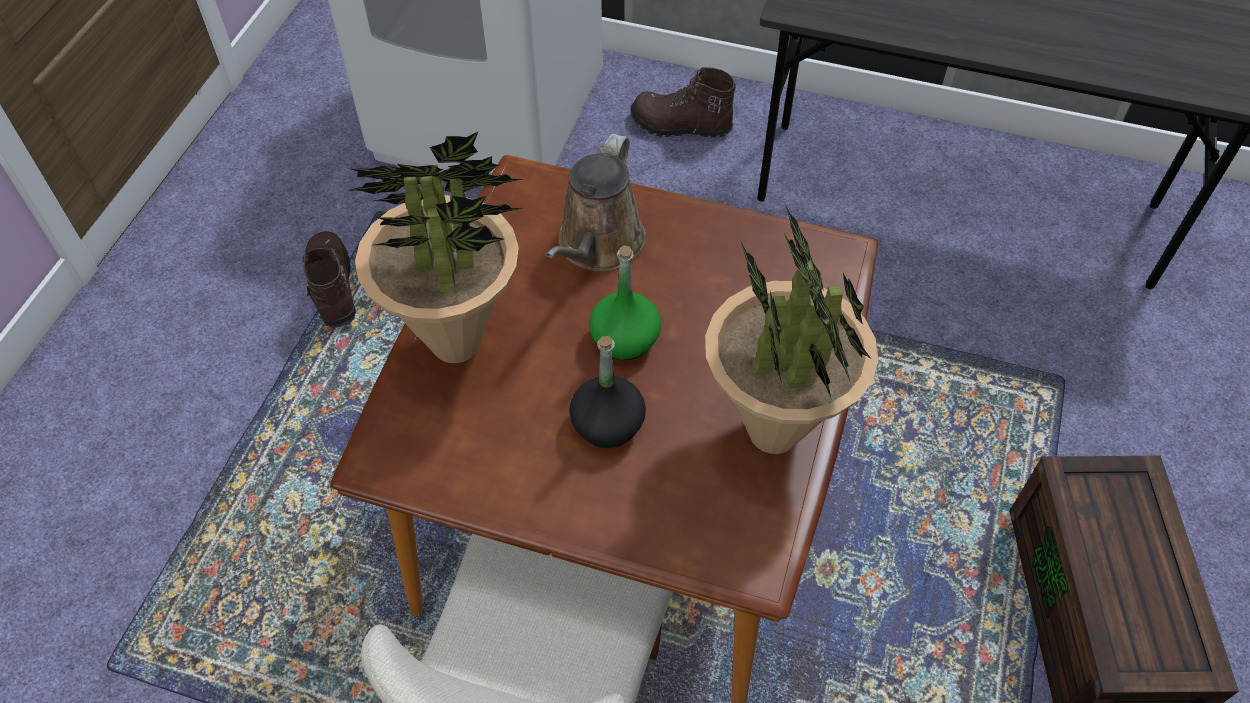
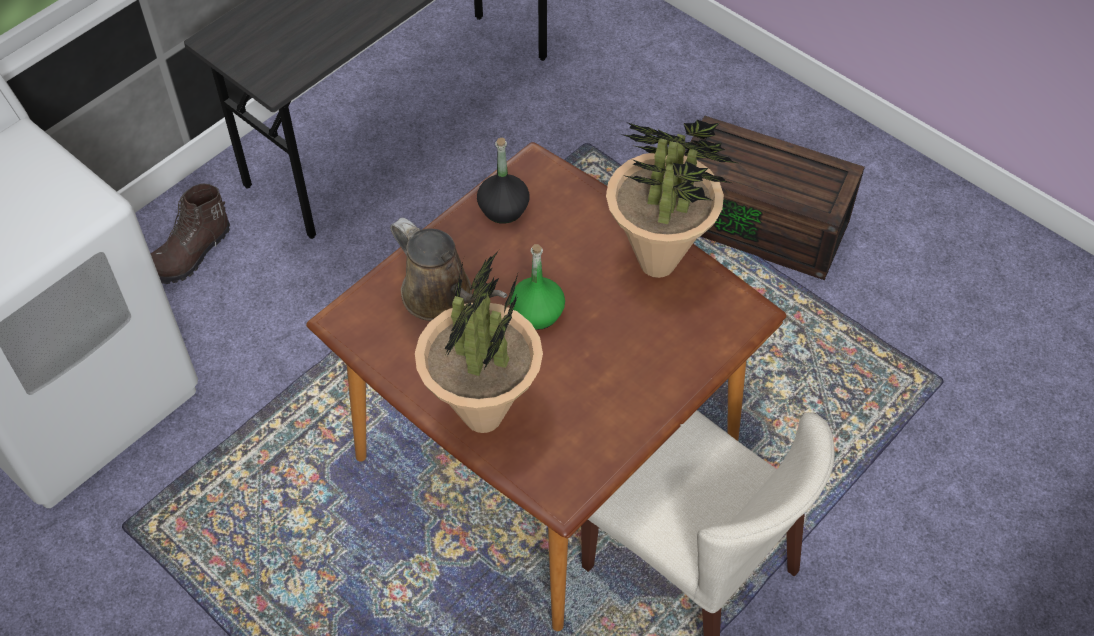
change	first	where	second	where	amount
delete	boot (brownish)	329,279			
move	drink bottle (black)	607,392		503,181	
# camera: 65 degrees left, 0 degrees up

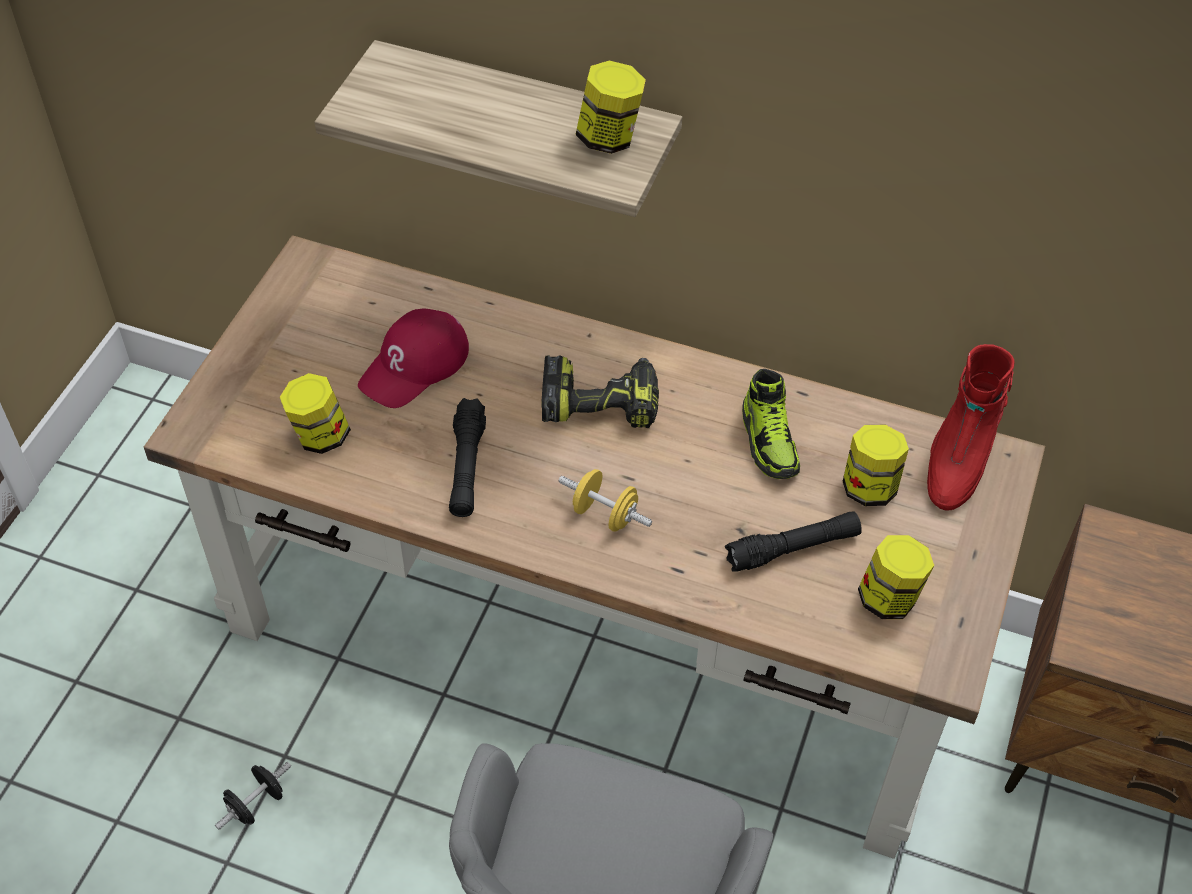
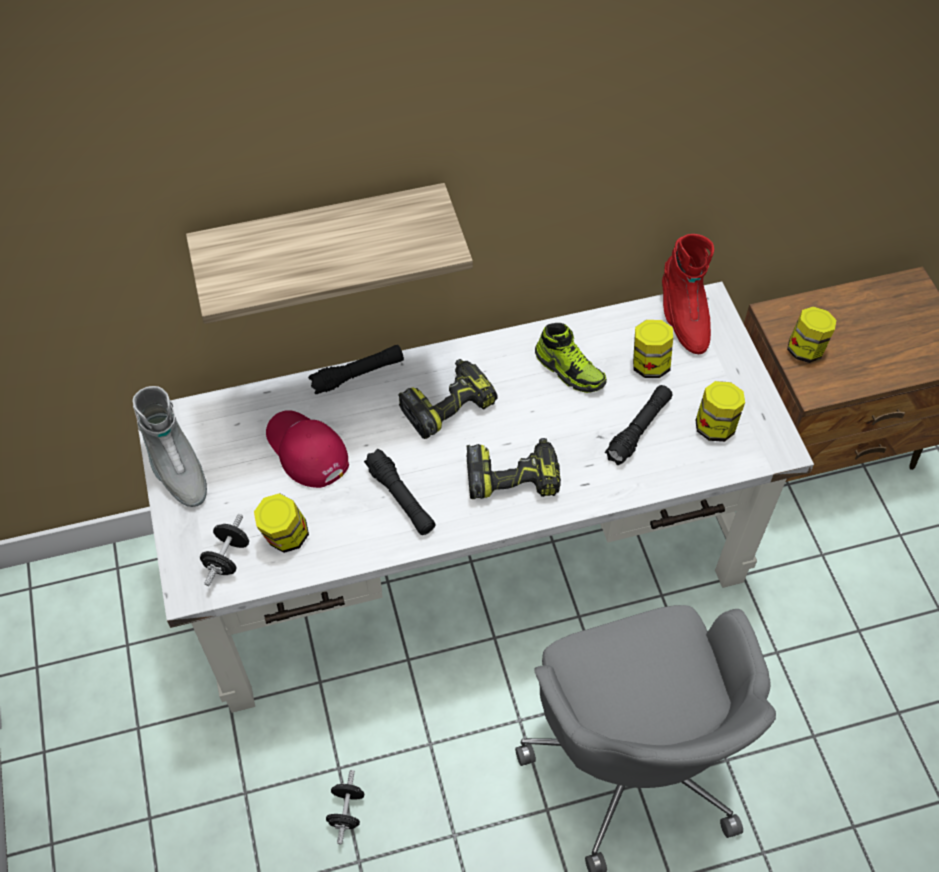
change	first	where	second	where	amount
insert			boot (grey)	170,446	
insert			dumbbell (black)	224,550	
insert			hand torch (black)	356,369	
move	preserve jar	610,107		811,334	
replace	dumbbell (yellow-coloured)	605,500	drill	514,468	
recolor	desk unit (brownish)	594,547	desk unit (white-coloured)	475,497	
rotate	peaked cap (red)	413,358		307,449	135 degrees clockwise
# camera: 35 degrees left, 5 degrees up

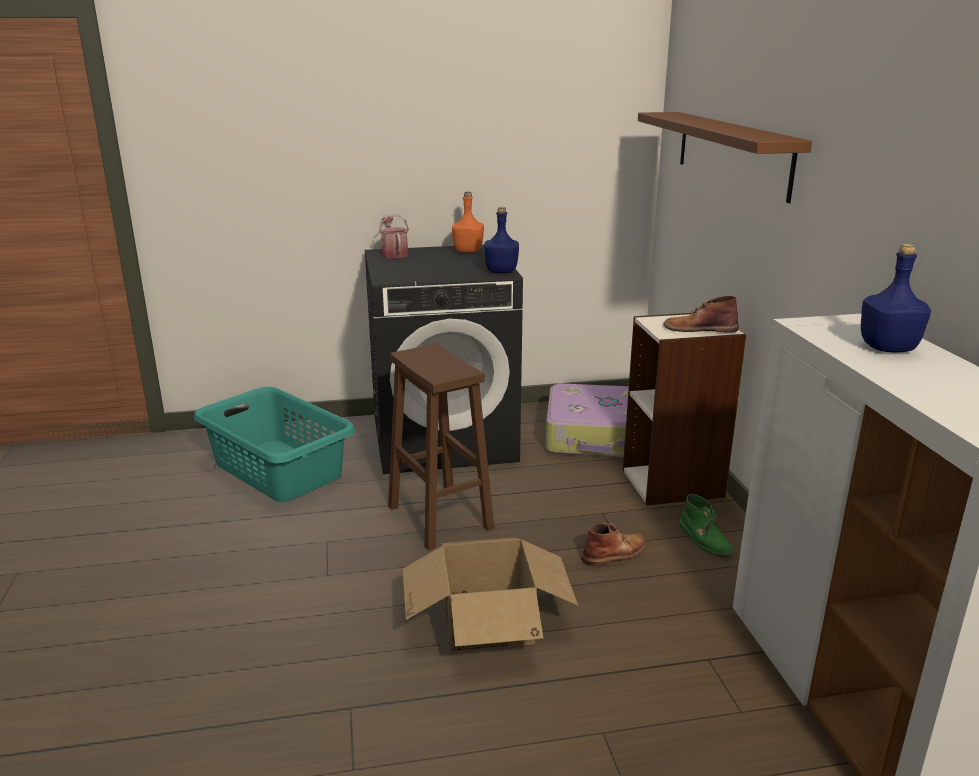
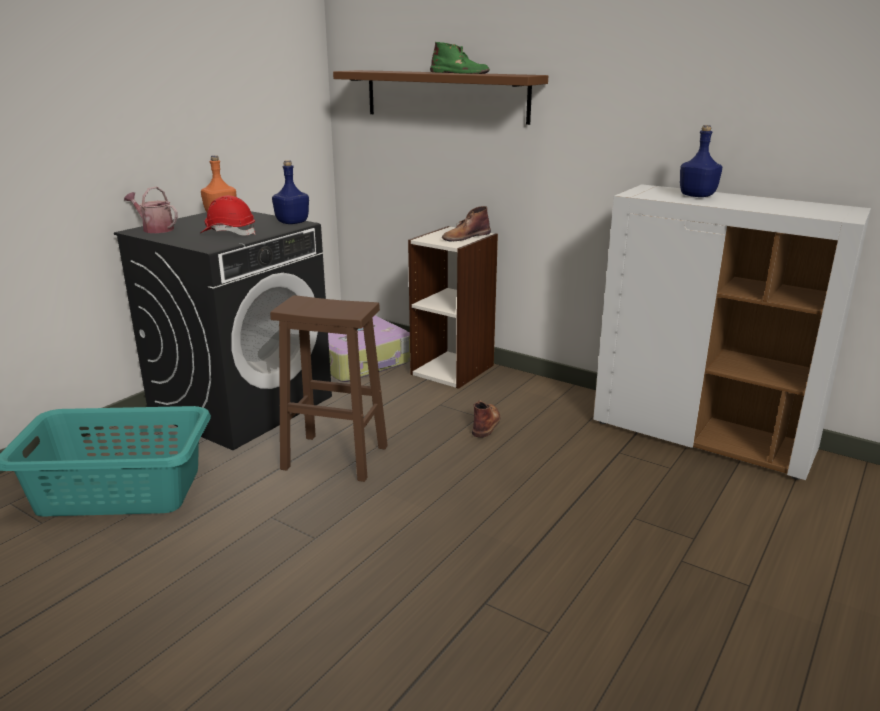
change	first	where	second	where	amount
delete	cardboard box	491,595			
insert			hard hat (red)	228,215	
move	boot (greenish)	707,525		460,58	
# camera: 45 degrees left, 0 degrees up

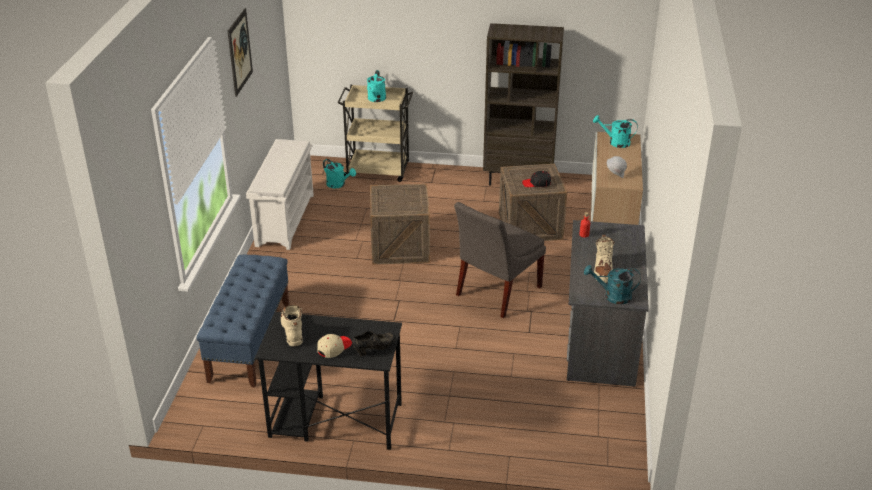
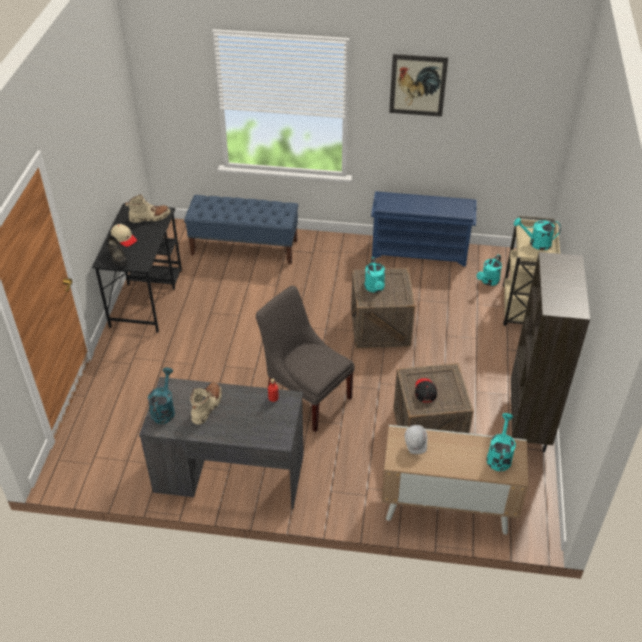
change	first	where	second	where	amount
insert			watering can (blue-green)	375,275	
recolor	shoe stand (white-coloured)	280,194	shoe stand (blue-coloured)	424,229	
rotate	boot (beige-coloured)	604,259		206,403	105 degrees clockwise
# camera: 90 degrees right, 10 degrees up

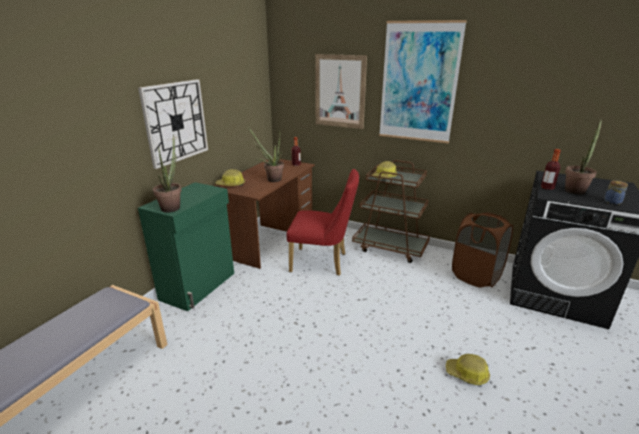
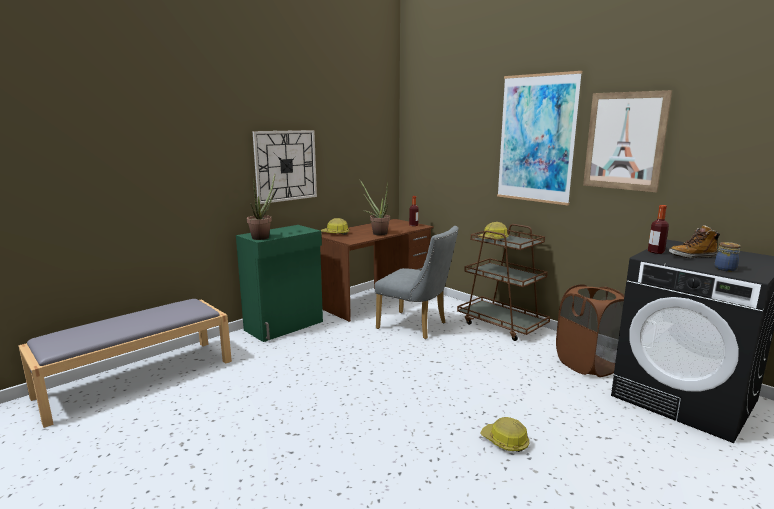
change	first	where	second	where	amount
move	wall picture	341,91		627,141	
replace	houseplant	583,156	boot	694,241	
recolor	upright chair (red)	322,222	upright chair (grey)	416,282	
# camera: 20 degrees right, 10 degrees down

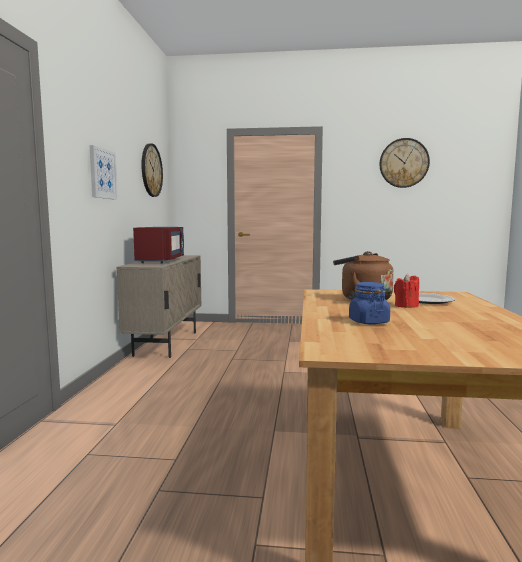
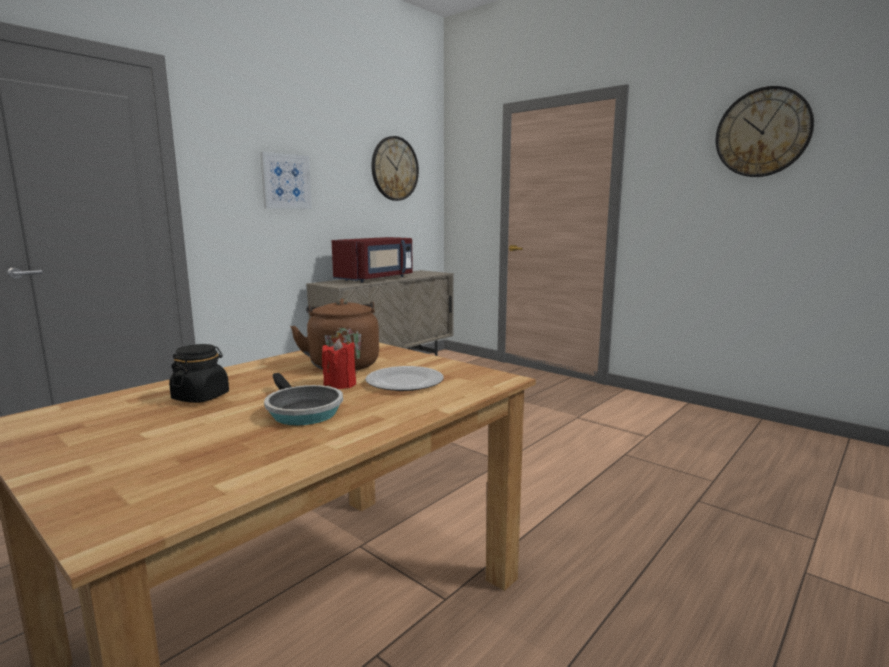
change	first	where	second	where	amount
insert			pan	303,399	
recolor	preserve jar (blue-coloured)	369,303	preserve jar (black)	199,373	
# camera: 35 degrees right, 5 degrees up

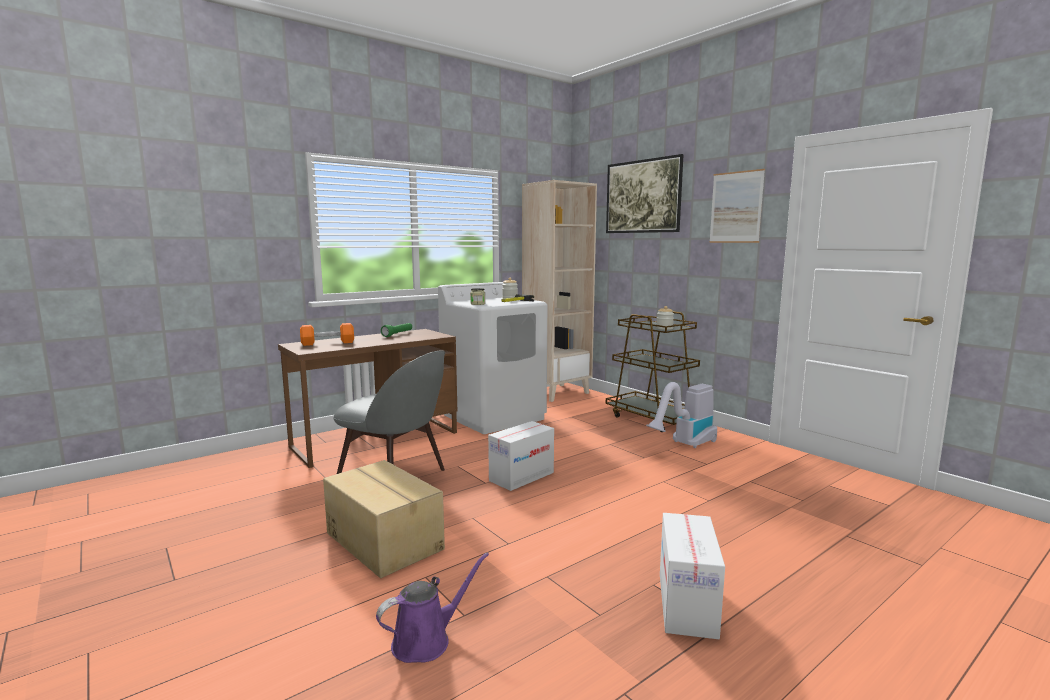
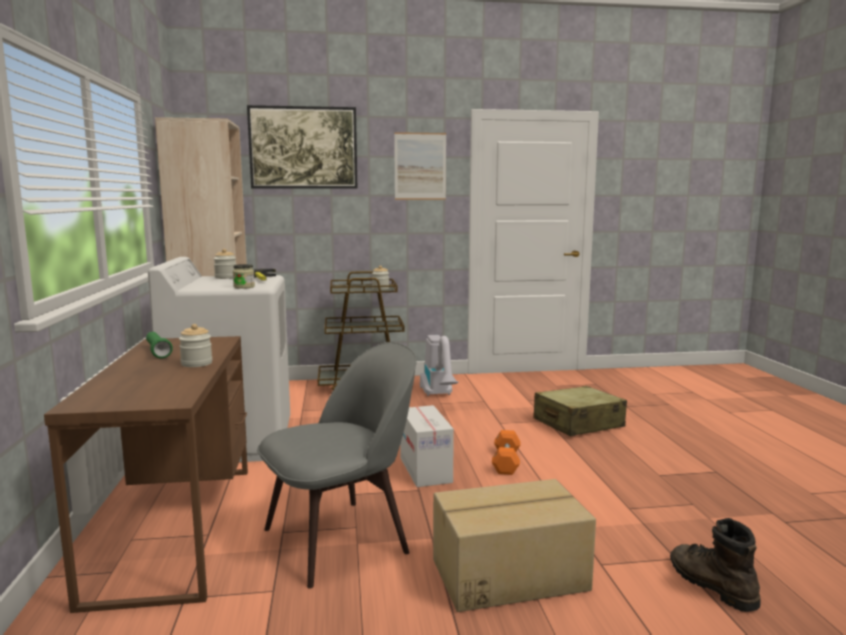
change	first	where	second	where	amount
delete	cardboard box	692,576			
insert			preserve jar	195,345	
insert			travel case (beige-coloured)	580,411	
move	dumbbell (orangey)	327,334		506,452	
replace	watering can (purple)	432,608	boot (brownish)	715,565	
# camera: 60 degrees left, 0 degrees up

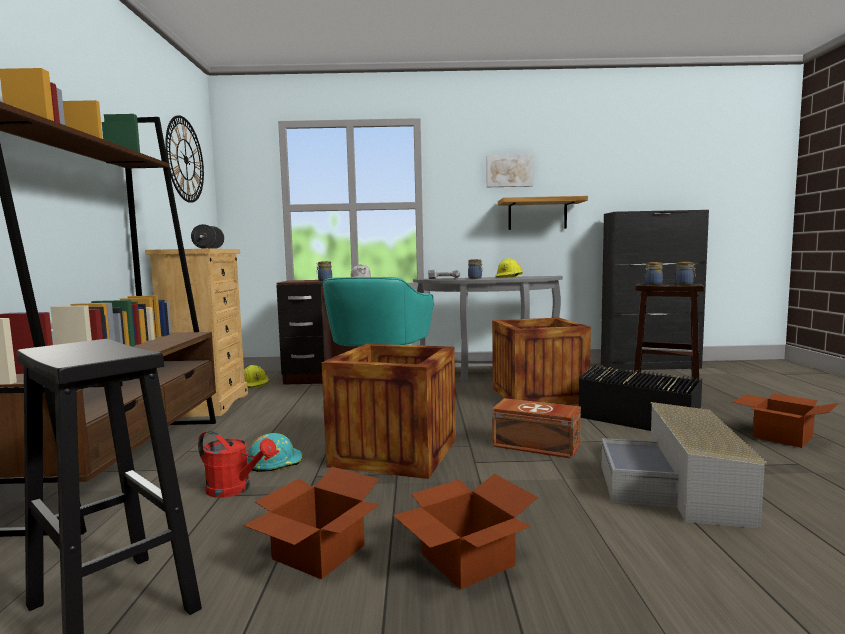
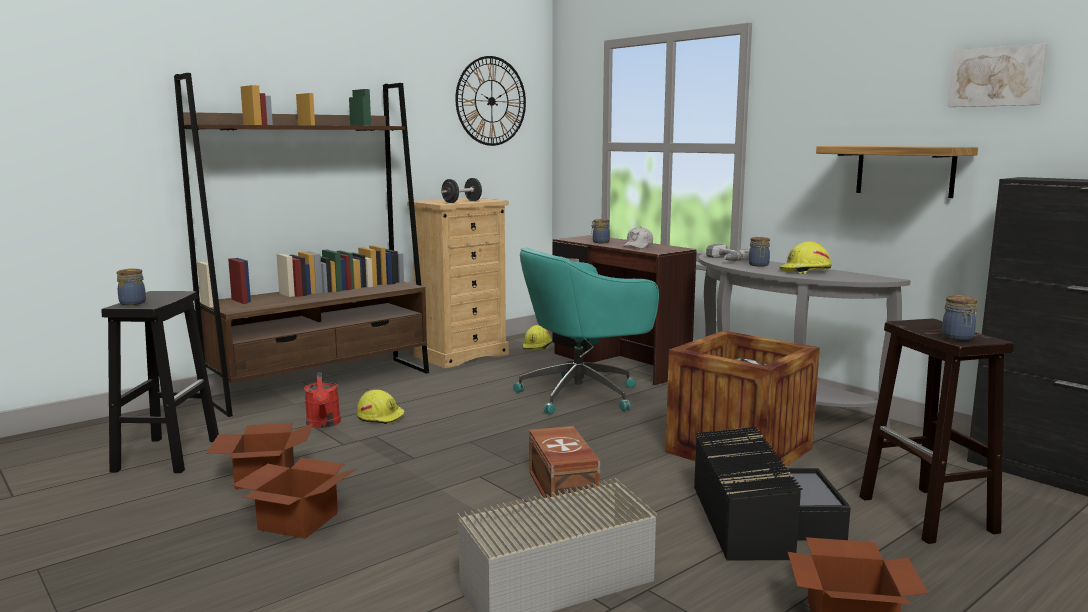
change	first	where	second	where	amount
delete	crate	389,411			
move	wall picture	509,170		998,75	
move	preserve jar	654,273		131,286	
recolor	hard hat (blue-green)	275,452	hard hat (yellow-coloured)	381,407	
# camera: 50 degrees right, 5 degrees up

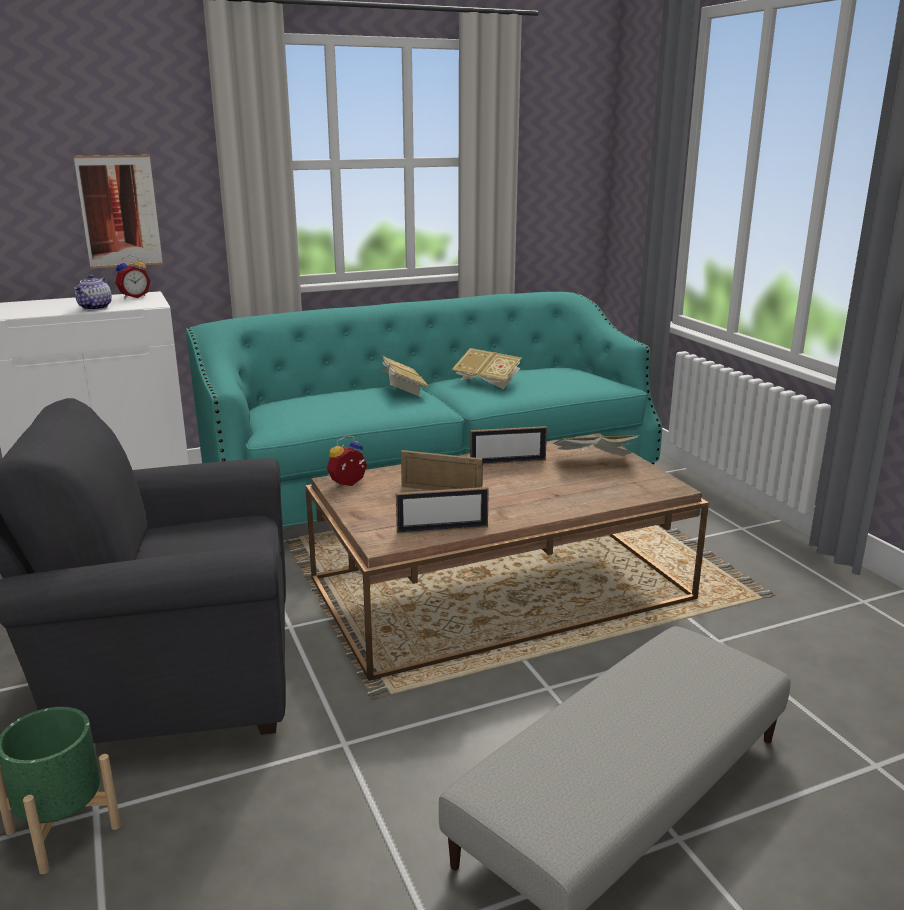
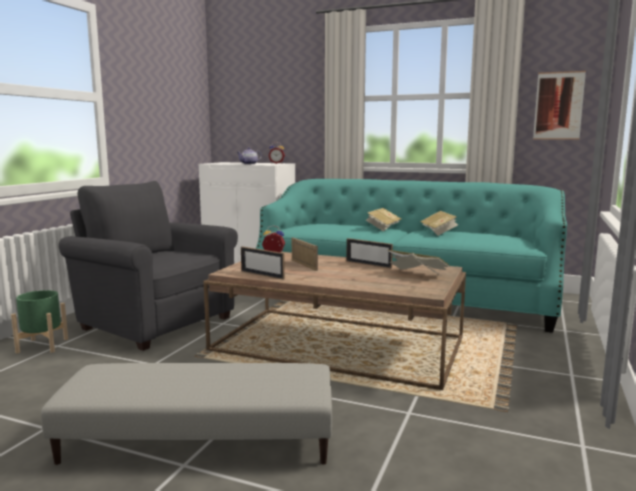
change	first	where	second	where	amount
move	wall picture	118,212		559,105	
# camera: 45 degrees right, 10 degrees down

